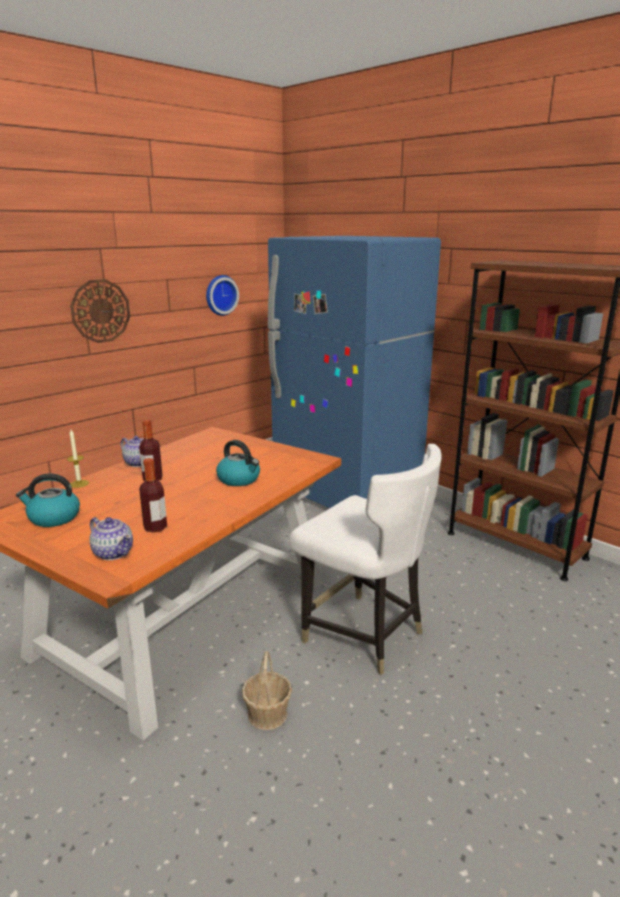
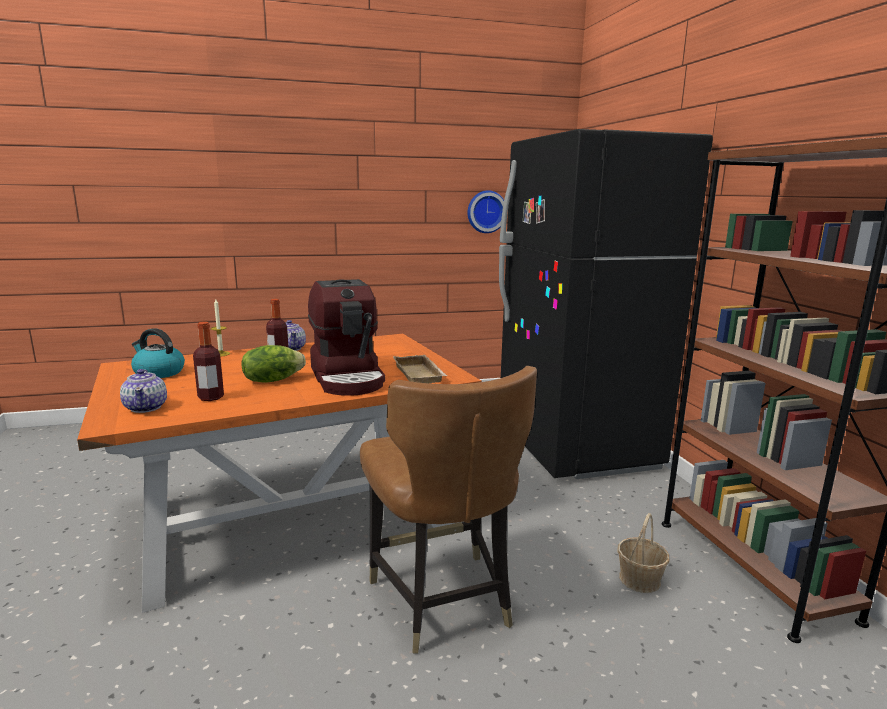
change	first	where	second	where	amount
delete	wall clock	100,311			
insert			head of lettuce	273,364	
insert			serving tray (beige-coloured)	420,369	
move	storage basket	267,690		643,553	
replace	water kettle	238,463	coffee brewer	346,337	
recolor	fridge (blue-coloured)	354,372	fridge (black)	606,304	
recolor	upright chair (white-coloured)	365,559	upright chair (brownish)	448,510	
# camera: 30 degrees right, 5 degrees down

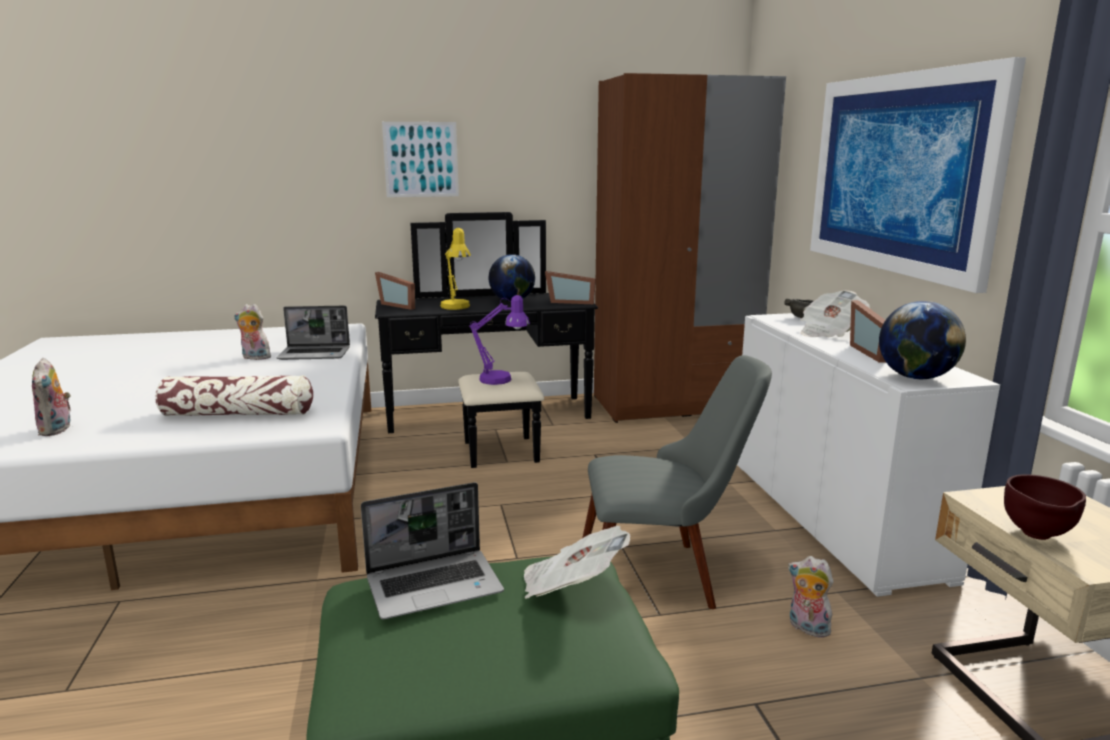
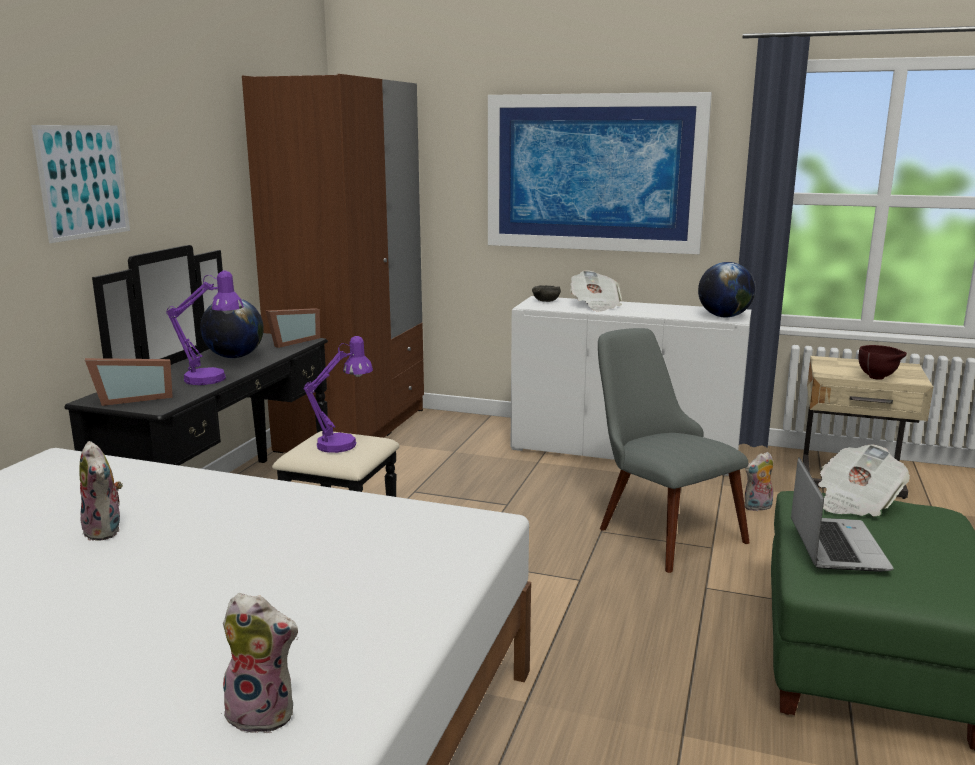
change	first	where	second	where	amount
delete	pillow	234,395			
delete	laptop	313,333			
delete	picture frame	868,331			
recolor	table lamp (yellow-coloured)	455,269	table lamp (purple)	205,328	
rotate	soft toy	252,332		101,491	75 degrees counterclockwise
rotate	upright chair (grey)	677,482		674,450	60 degrees counterclockwise
# camera: 60 degrees left, 0 degrees up

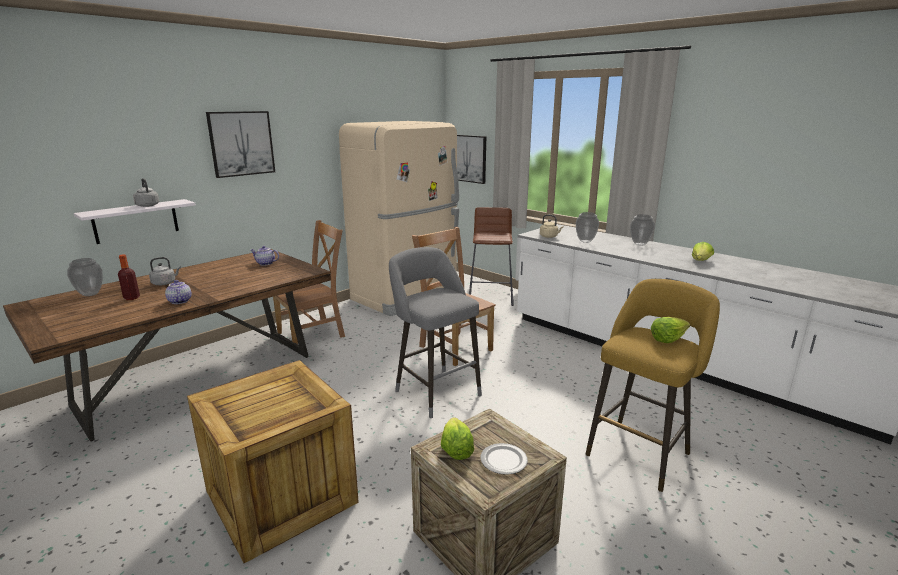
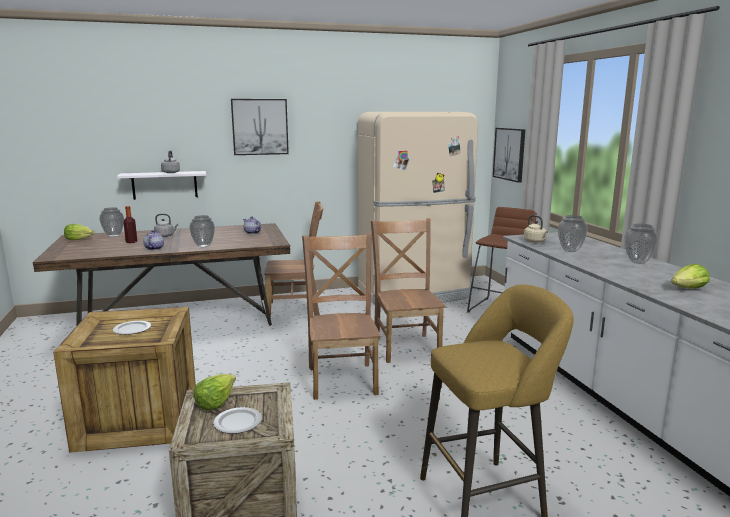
change	first	where	second	where	amount
insert			flat dish	132,328	
insert			vase	202,231	
move	head of lettuce	670,330		79,232	
replace	stool seat (grey)	435,332	upright chair (brownish)	341,316	
# camera: 30 degrees right, 5 degrees down

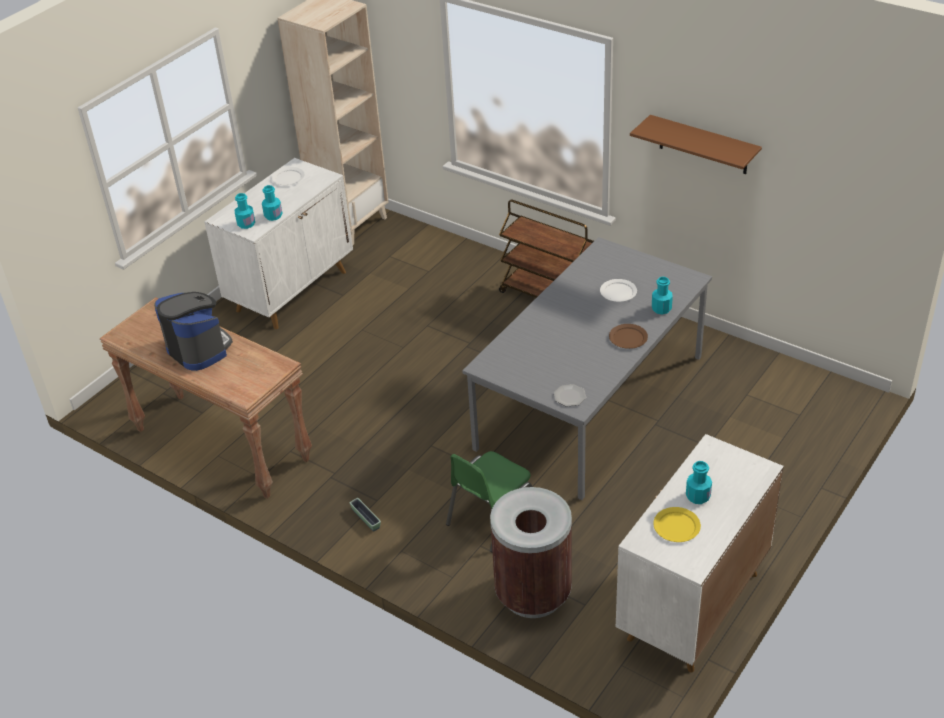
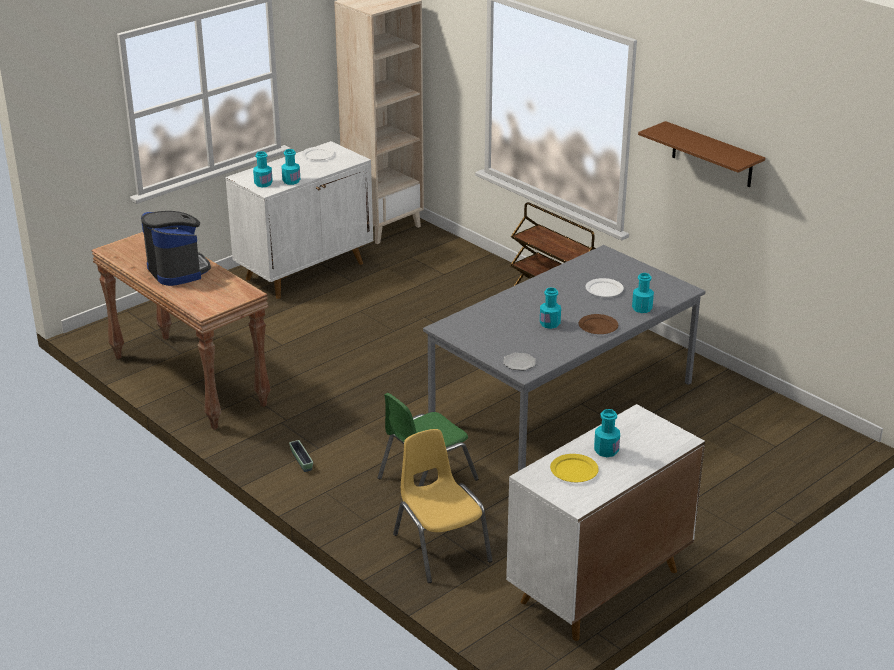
change	first	where	second	where	amount
insert			drink bottle (blue-green)	550,308	
replace	rubbish bin (brownish)	531,552	upright chair (yellow-coloured)	442,506	
# camera: 10 degrees right, 10 degrees down

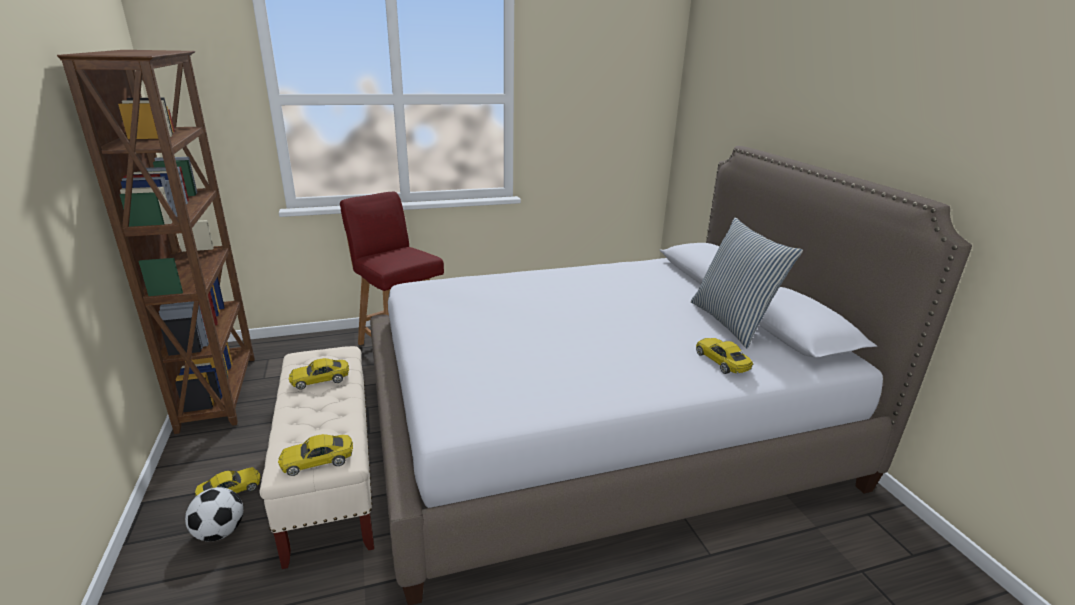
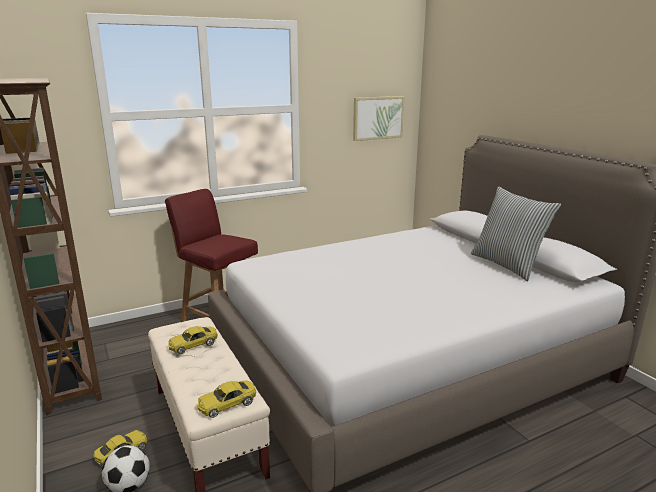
change	first	where	second	where	amount
delete	model car (yellow-coloured)	724,356			
insert			wall picture	379,118	
# camera: 10 degrees left, 5 degrees down

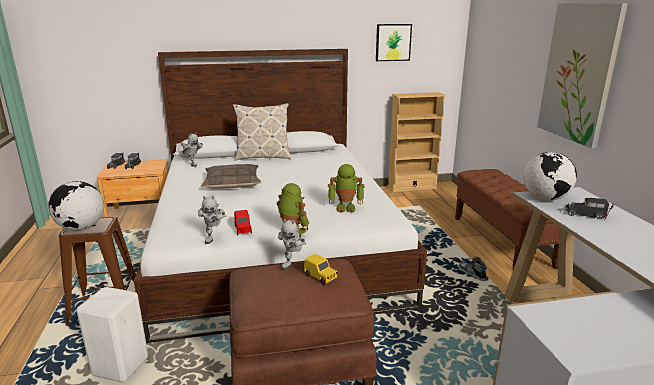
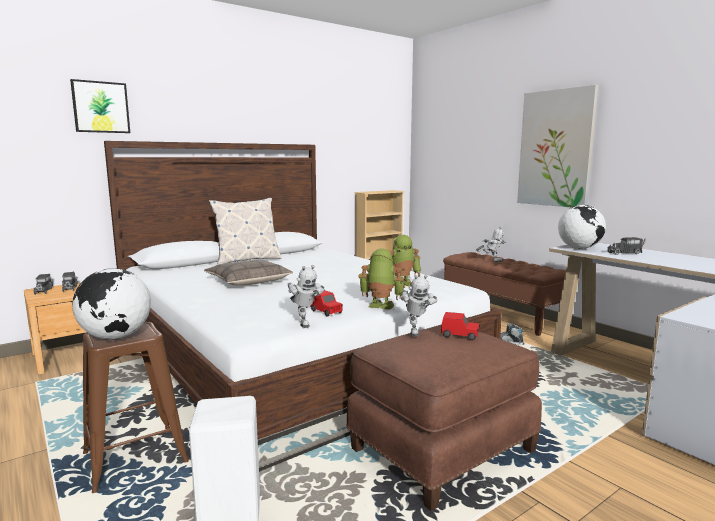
change	first	where	second	where	amount
move	toy robot	192,149		491,244	
move	wall picture	394,42		100,106	
recolor	model car (yellow-coloured)	321,269	model car (red)	460,326	
# camera: 25 degrees left, 10 degrees down

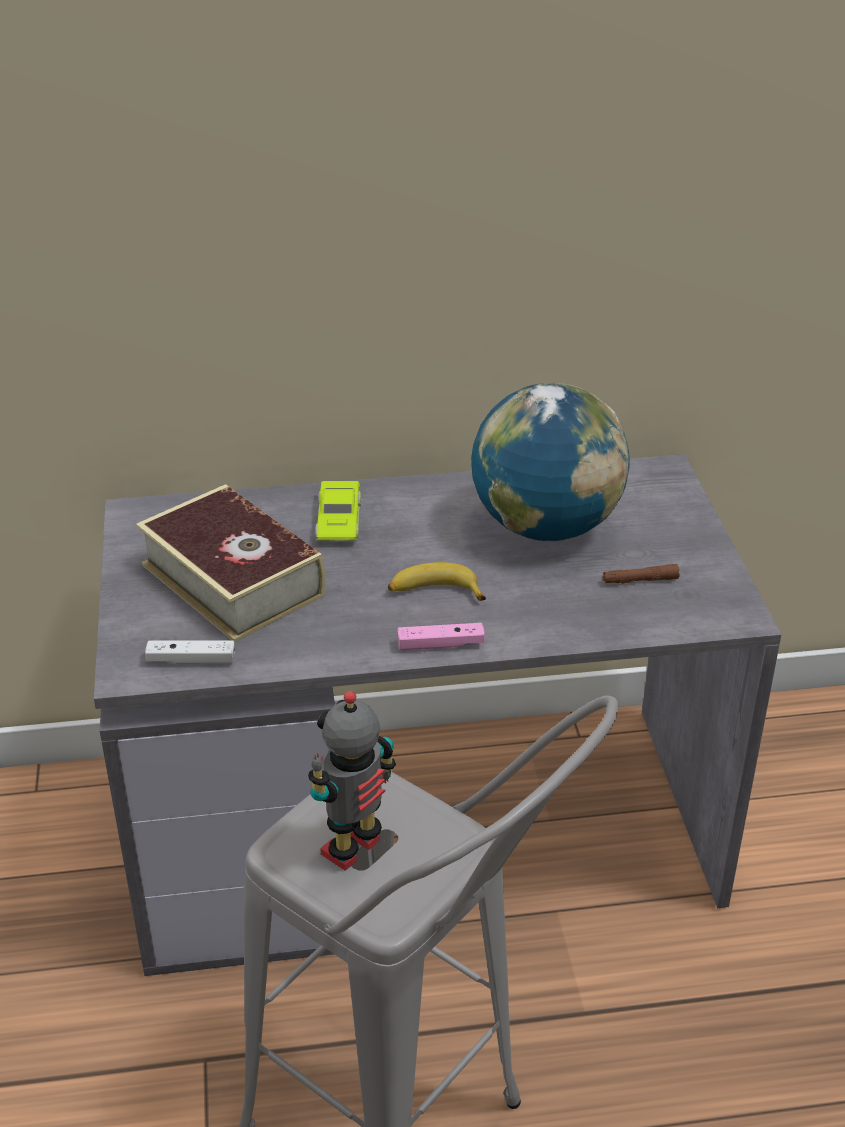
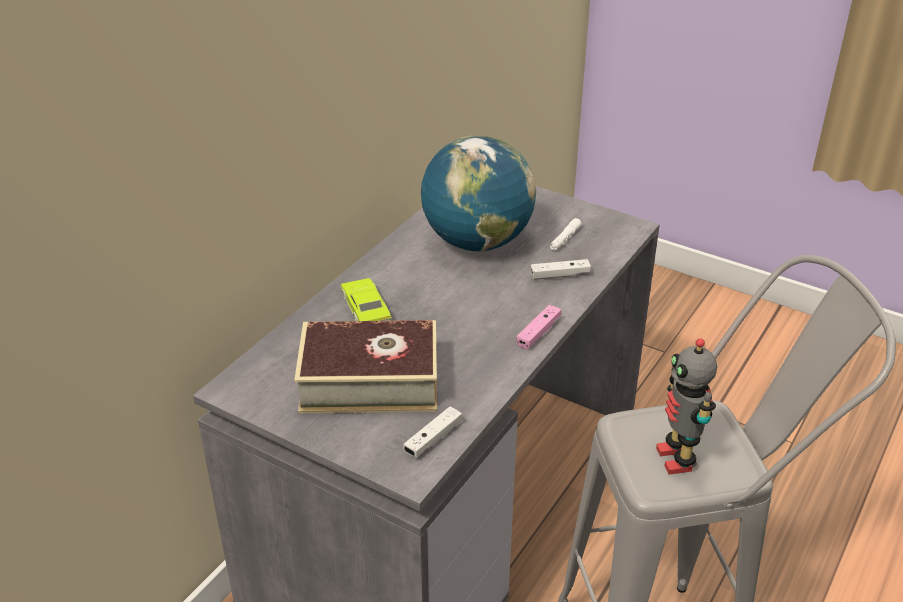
change	first	where	second	where	amount
delete	banana fruit	437,581			
insert			game controller (white-coloured)	561,269	
recolor	hand torch (brownish)	641,574	hand torch (white-coloured)	566,234	
rotate	model car (greenish)	338,511		366,299	150 degrees counterclockwise
# camera: 50 degrees left, 0 degrees up

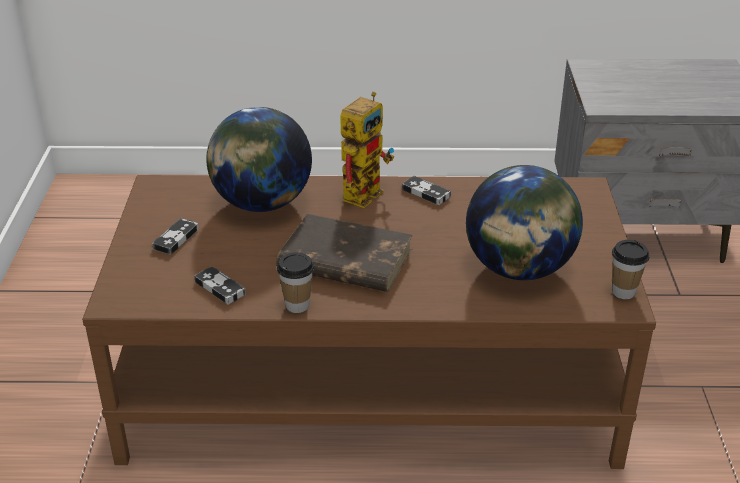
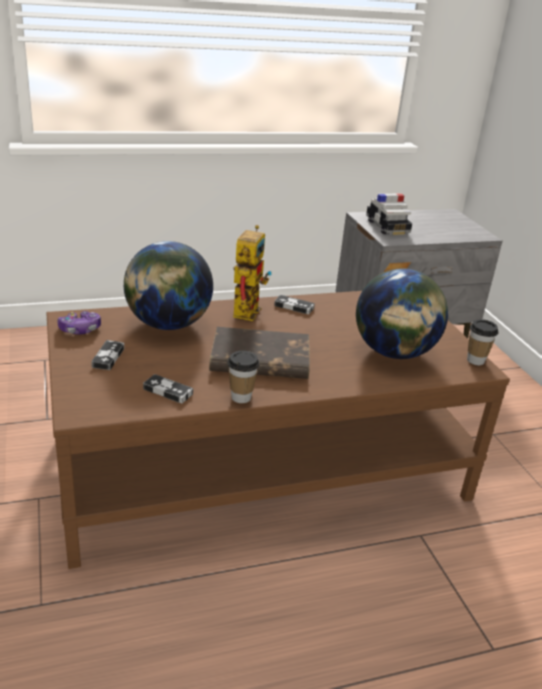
change	first	where	second	where	amount
insert			game controller	79,322	
insert			model car	389,214	
# camera: 20 degrees left, 5 degrees down

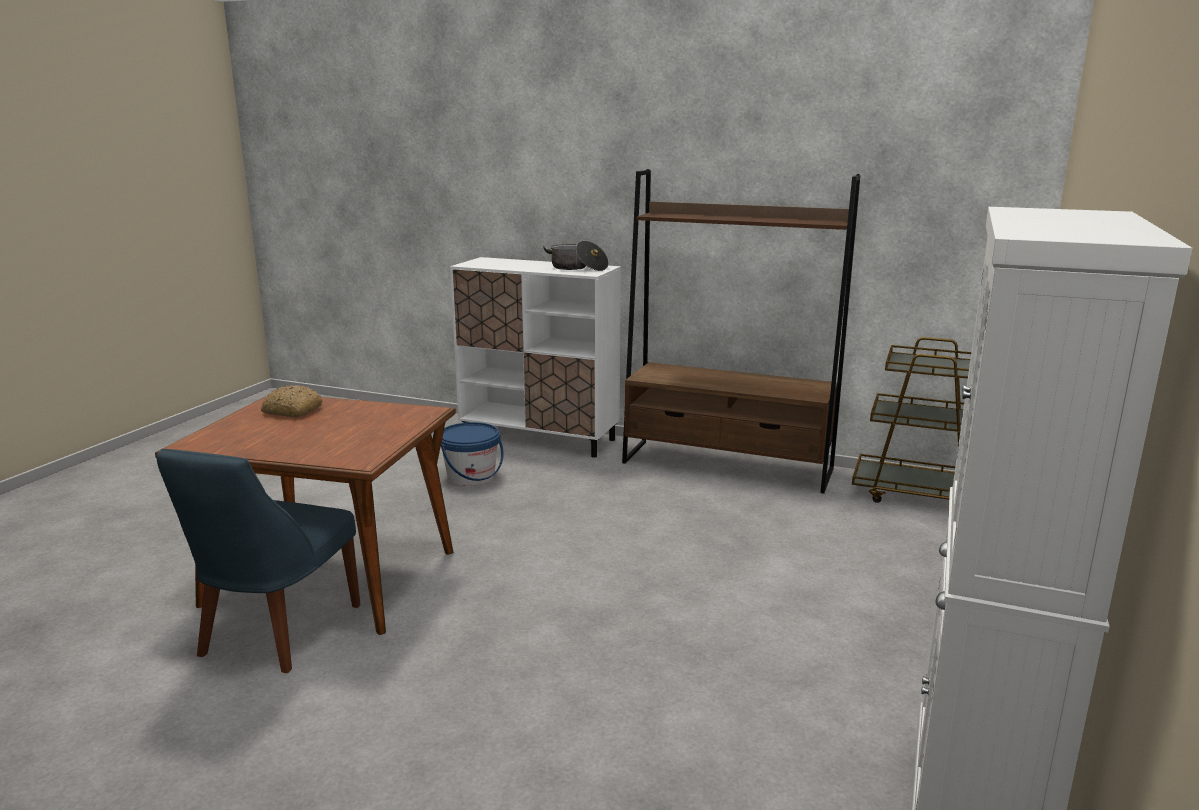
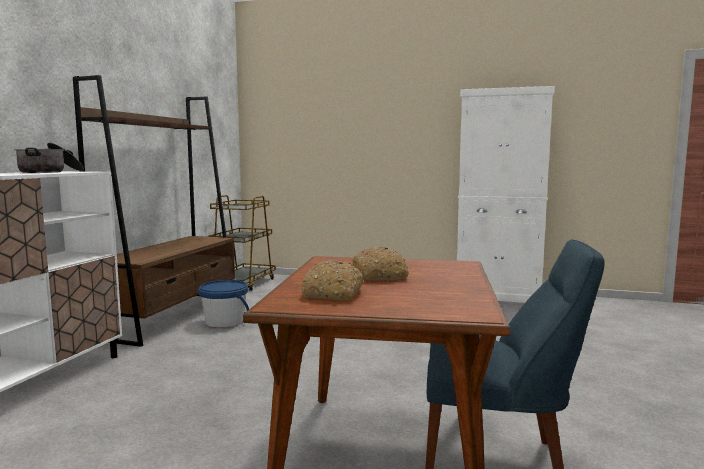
change	first	where	second	where	amount
insert			baked bread	381,263	
move	pail (blue-coloured)	472,454		223,304	
# camera: 95 degrees left, 10 degrees down

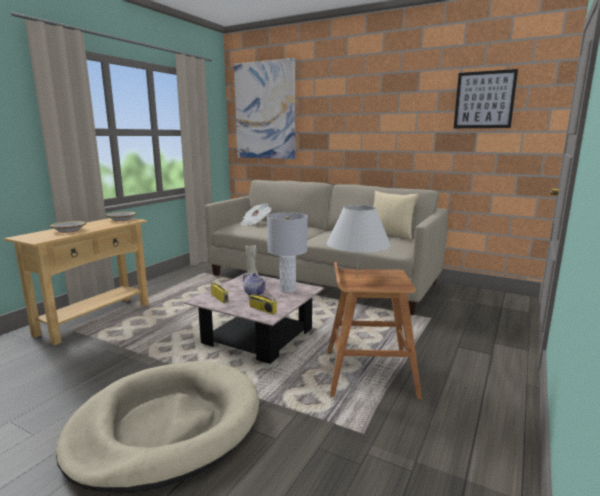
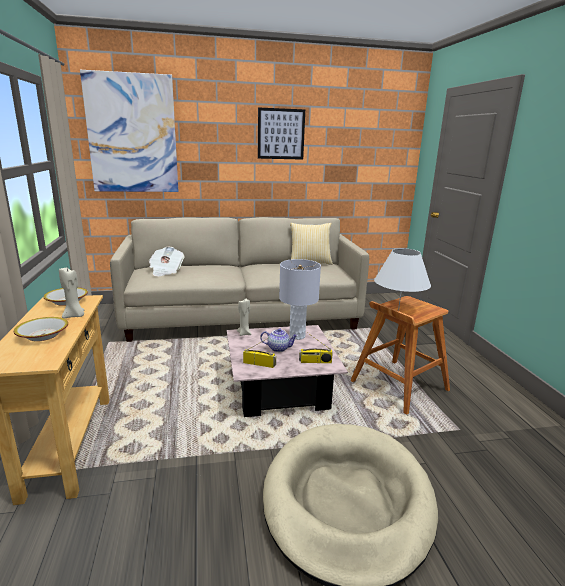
change	first	where	second	where	amount
insert			wax light (beige-coloured)	71,293	
move	wall picture	486,98		281,133	
# camera: 40 degrees left, 5 degrees up

